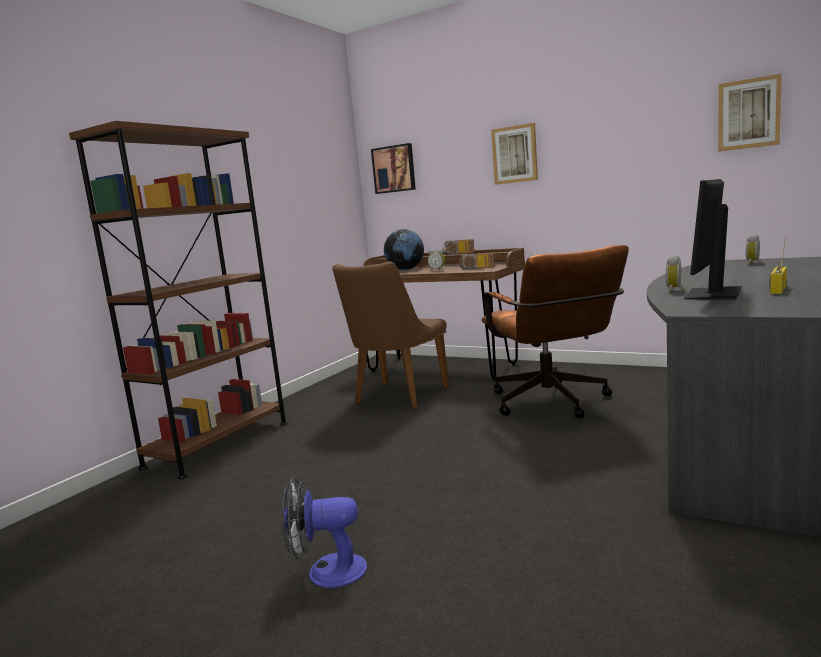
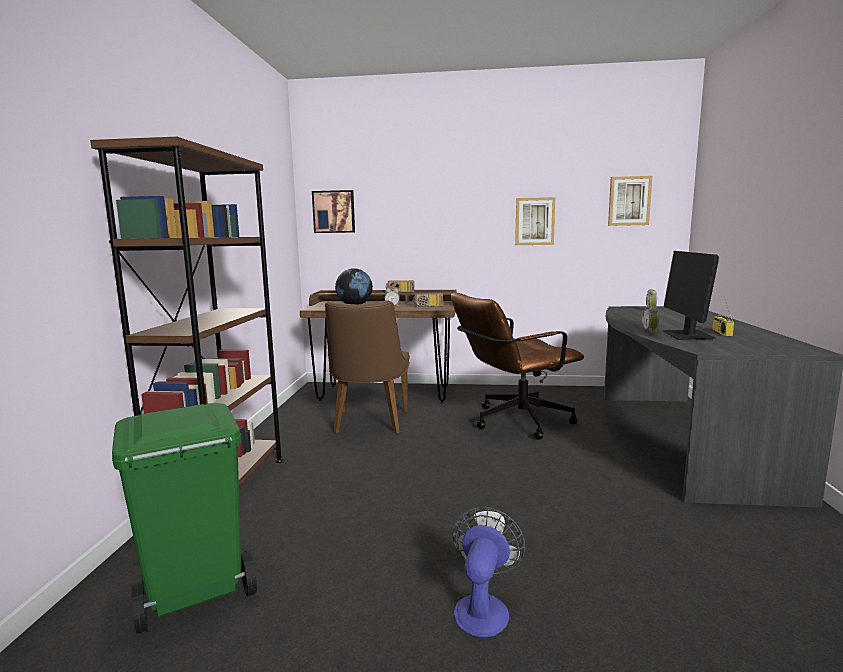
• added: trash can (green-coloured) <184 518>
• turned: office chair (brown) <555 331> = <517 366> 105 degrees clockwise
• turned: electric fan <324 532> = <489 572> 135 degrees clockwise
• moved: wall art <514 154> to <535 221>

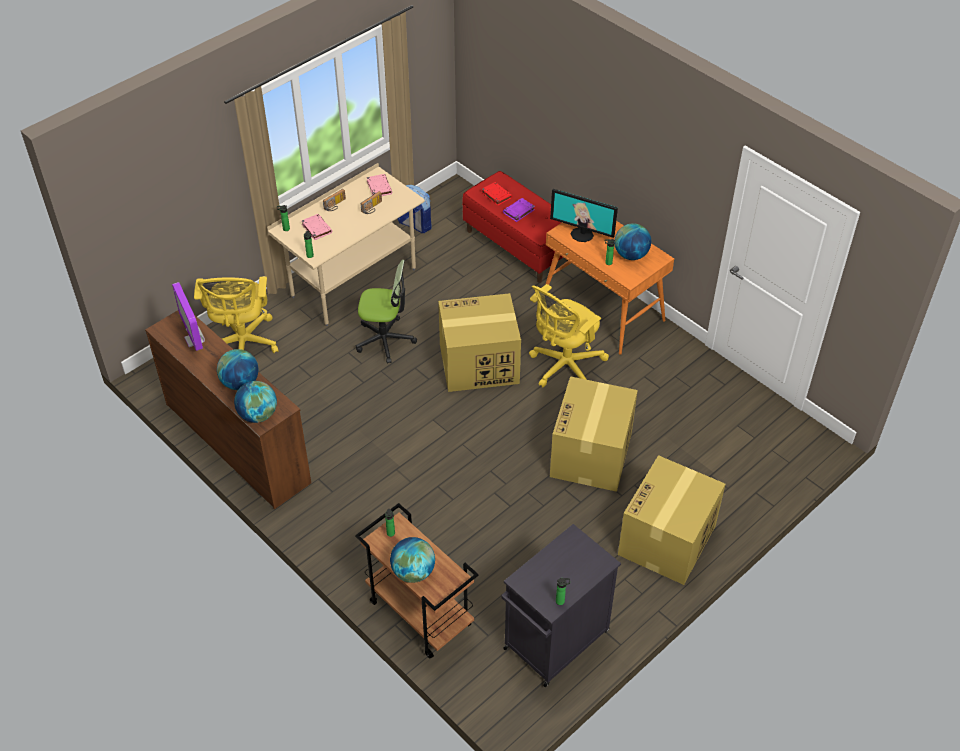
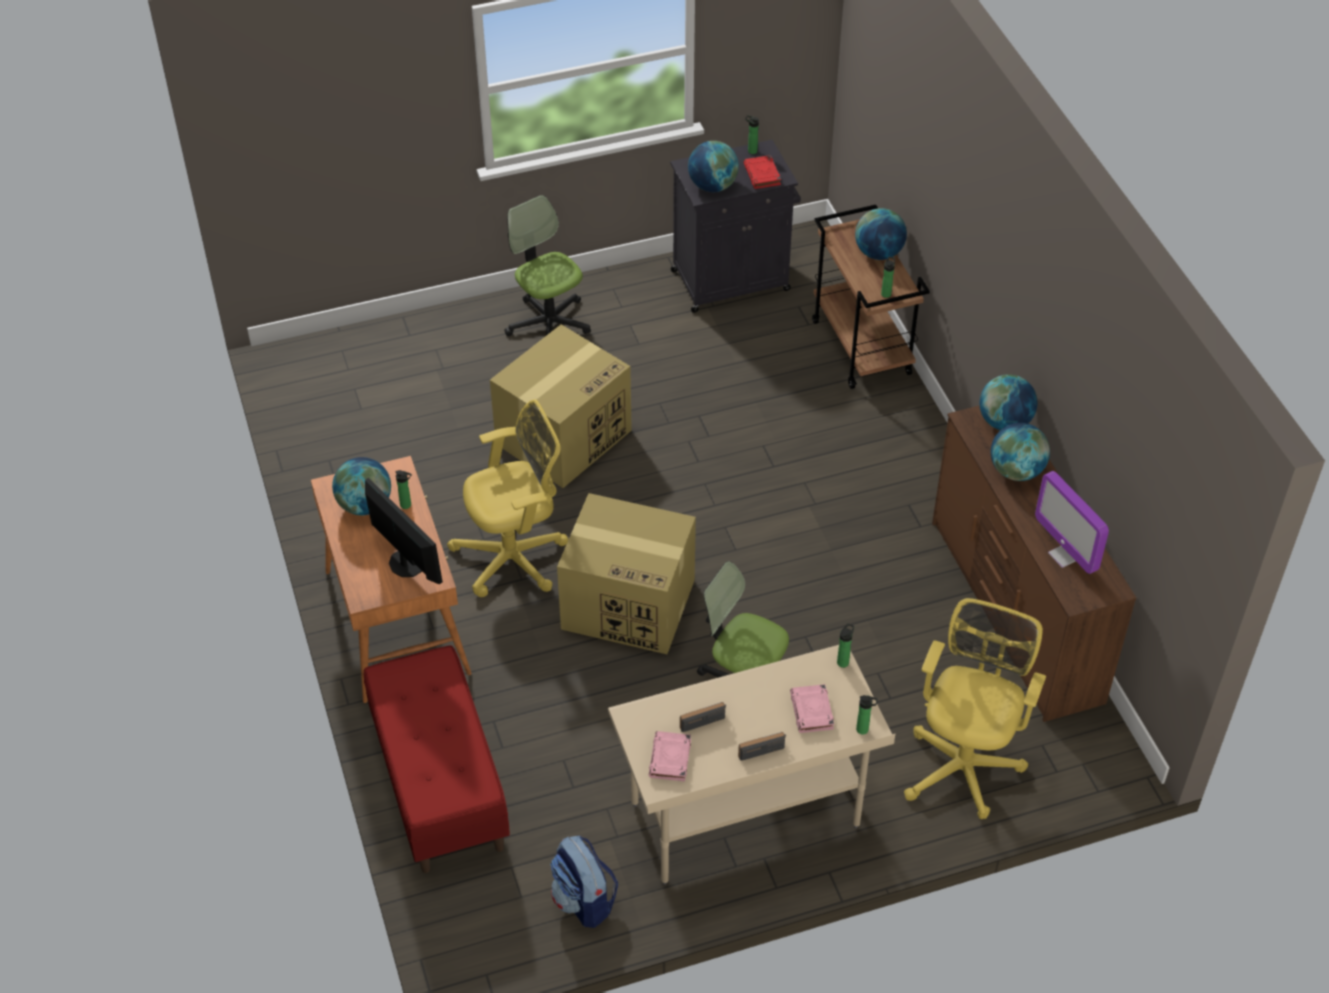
• replaced: carton <671 520> to office chair <547 265>
• added: world globe <713 166>
• moved: book (reddish) <496 194> to <762 172>
• turned: monitor <188 316> = <1072 522> 150 degrees clockwise
• removed: book (purplish) <519 210>

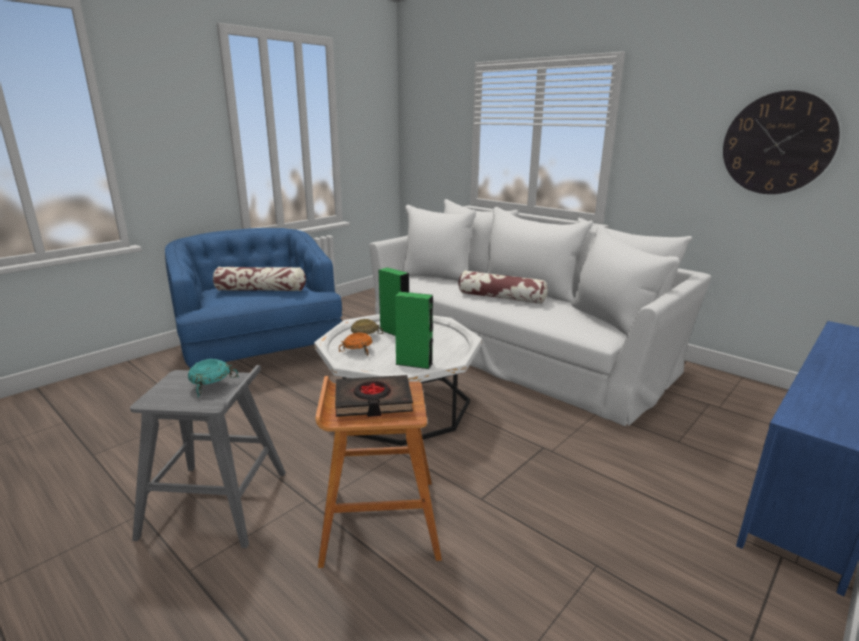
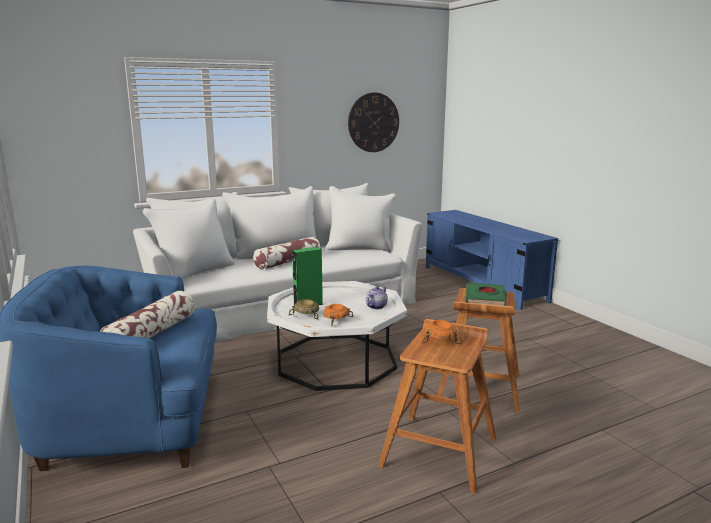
• replaced: loudspeaker (green-coloured) <414 330> to tea pot <377 297>
• recoloured: stool (grey) <208 456> to stool (brown) <437 406>
• recoloured: serving bowl (blue-green) <213 378> to serving bowl (orange-coloured) <442 332>
• recoloured: book (black-coloured) <374 396> to book (green-coloured) <486 294>

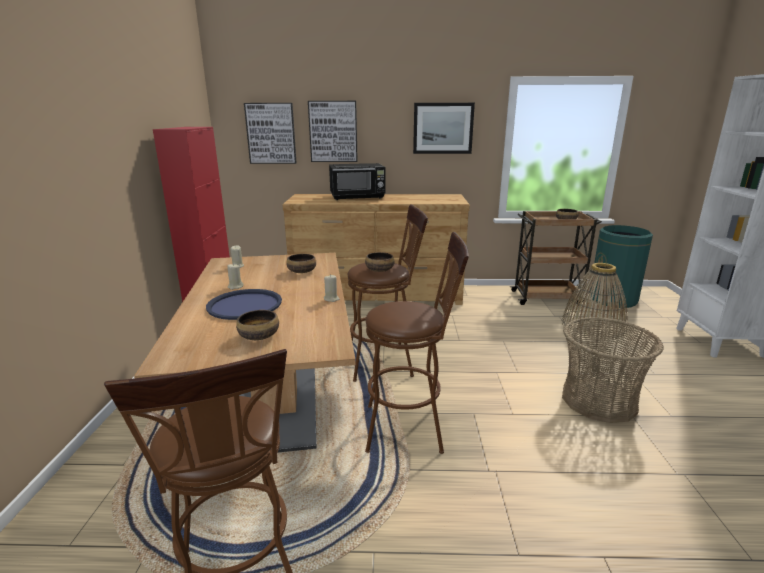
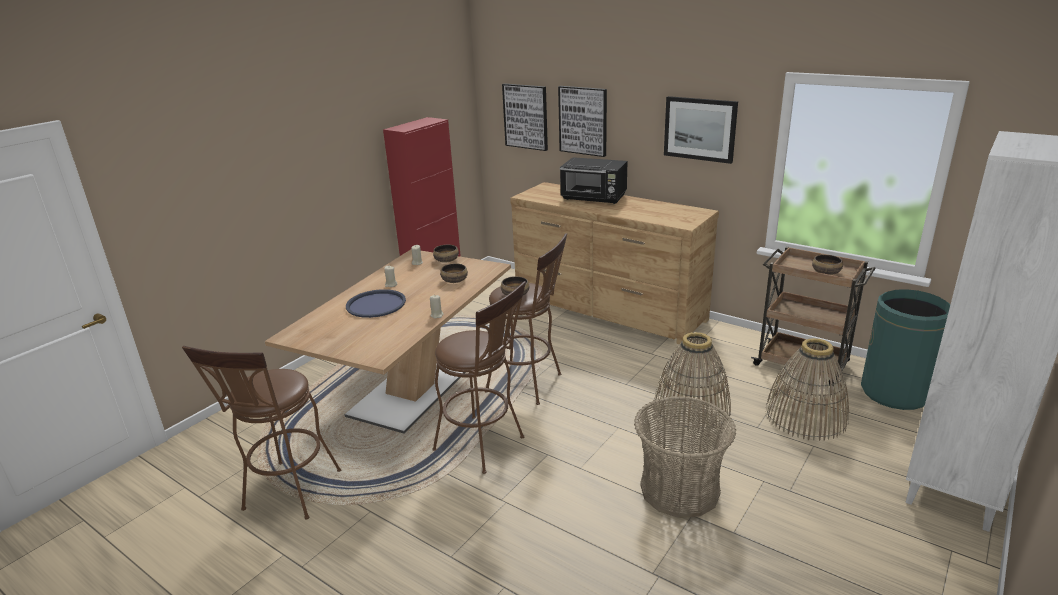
• moved: serving bowl <257 325> to <446 253>
• added: household basket <692 381>

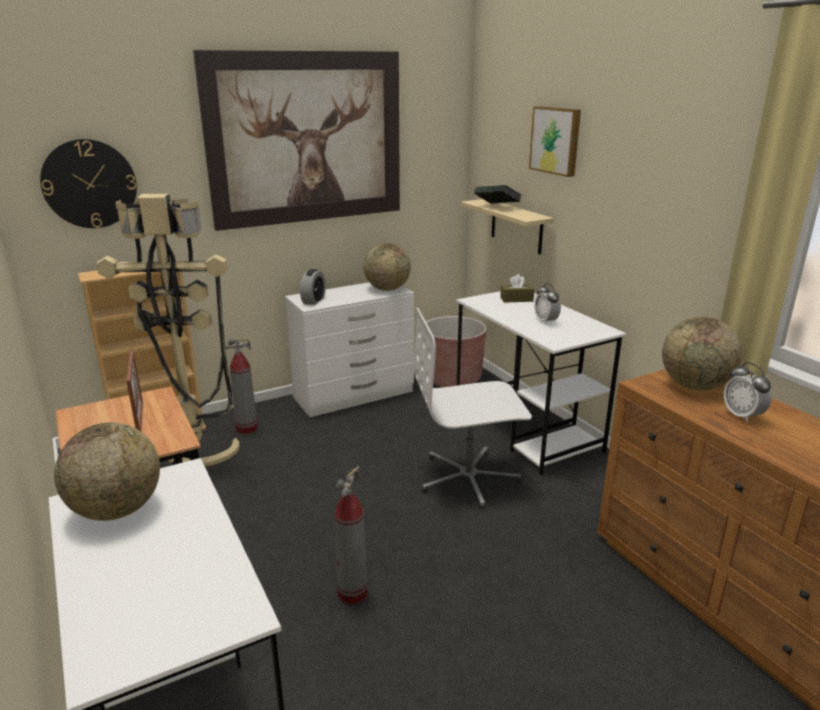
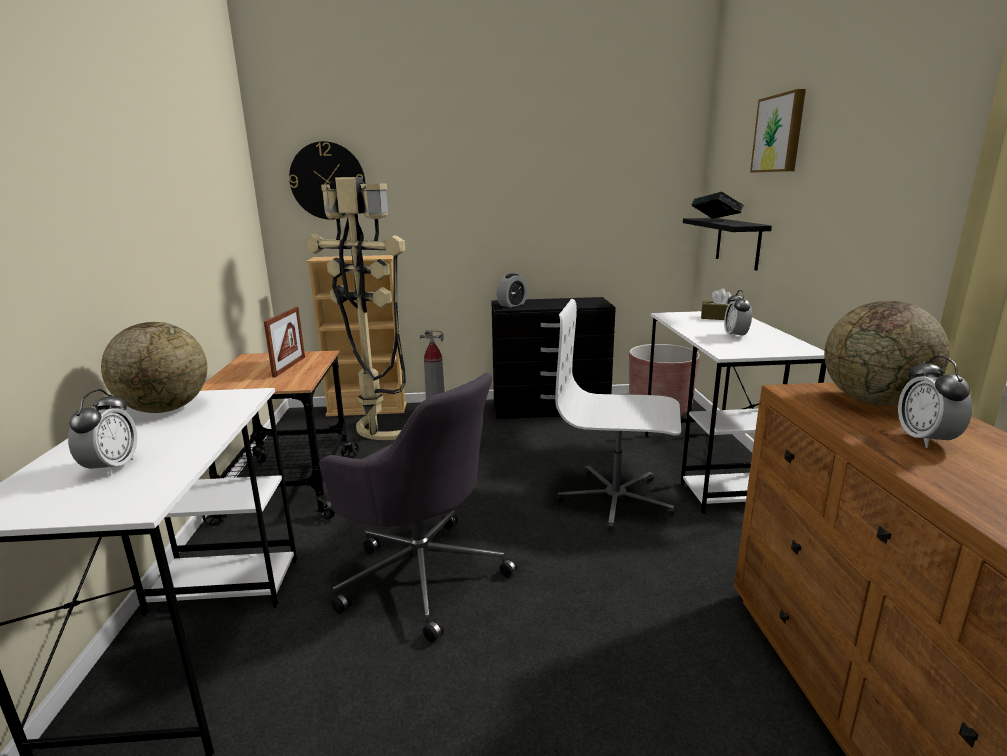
• added: table clock <102 432>
• replaced: fire extinguisher <351 535> to office chair (grey) <419 507>
• recoloured: dresser (whitish) <349 349> to dresser (black-coloured) <554 358>
• recoloured: bracket shelf (beige) <507 226> to bracket shelf (black-coloured) <727 244>
• removed: wall art <296 140>
• removed: world globe <387 267>

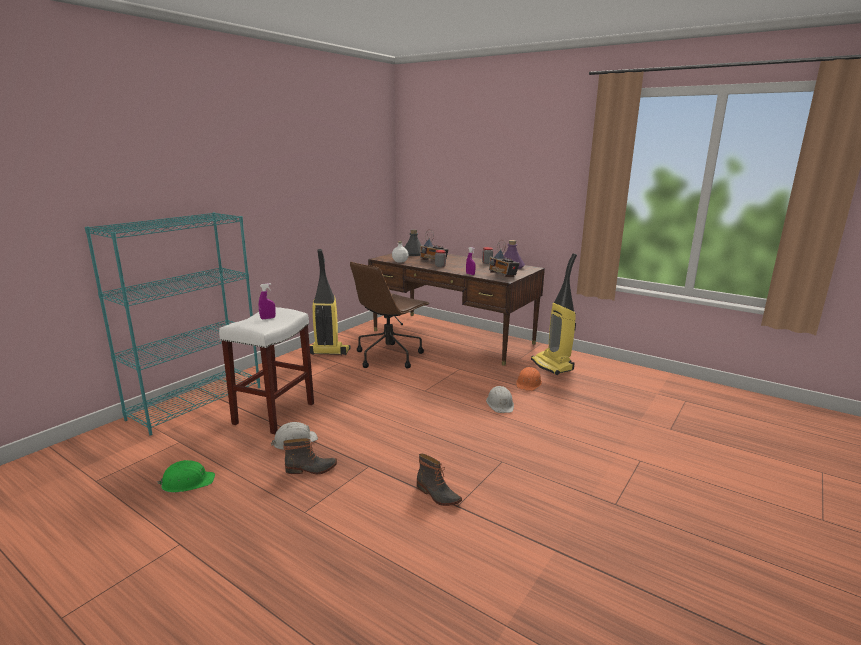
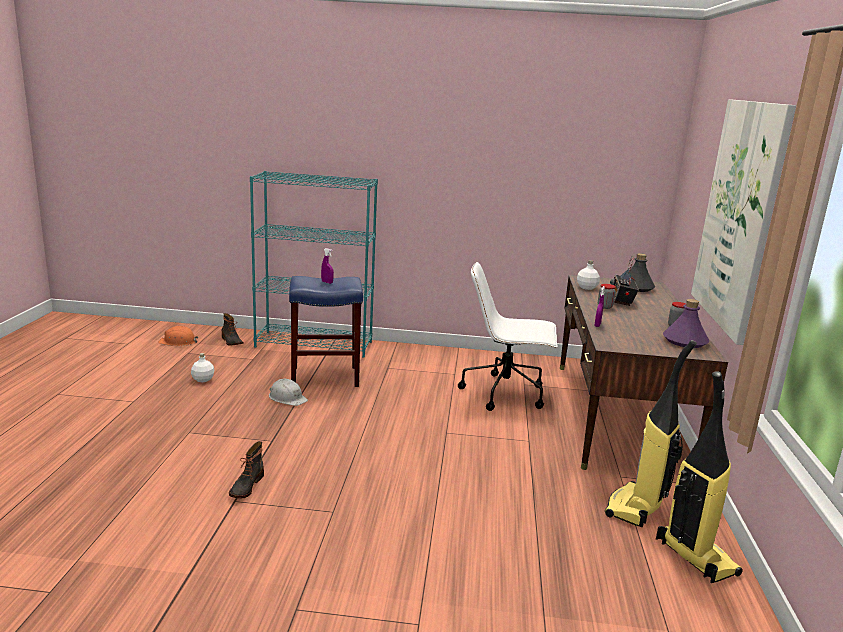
• moved: hard hat (orange-coloured) <529 379> to <178 336>
• replaced: hard hat (green-coloured) <186 476> to beverage bottle (whitish) <202 367>
• moved: high-top boot <310 456> to <233 329>
• recoloured: stool (whitish) <266 370> to stool (blue) <326 331>
• recoloured: office chair (brown) <390 315> to office chair (whitish) <508 336>
• moved: vacuum <330 302> to <699 477>
• added: wall art <743 222>
• removed: hard hat (whitish) <500 399>
• removed: radio <504 258>

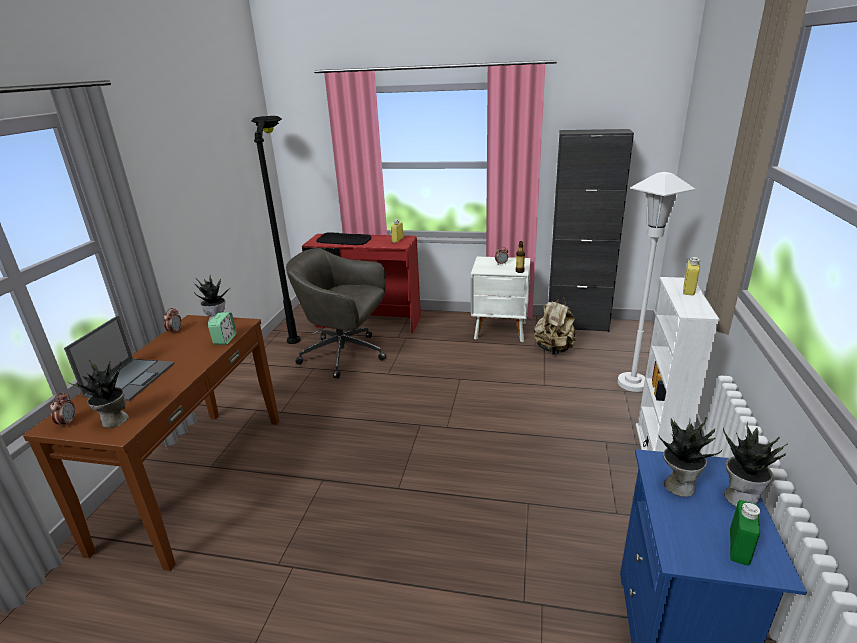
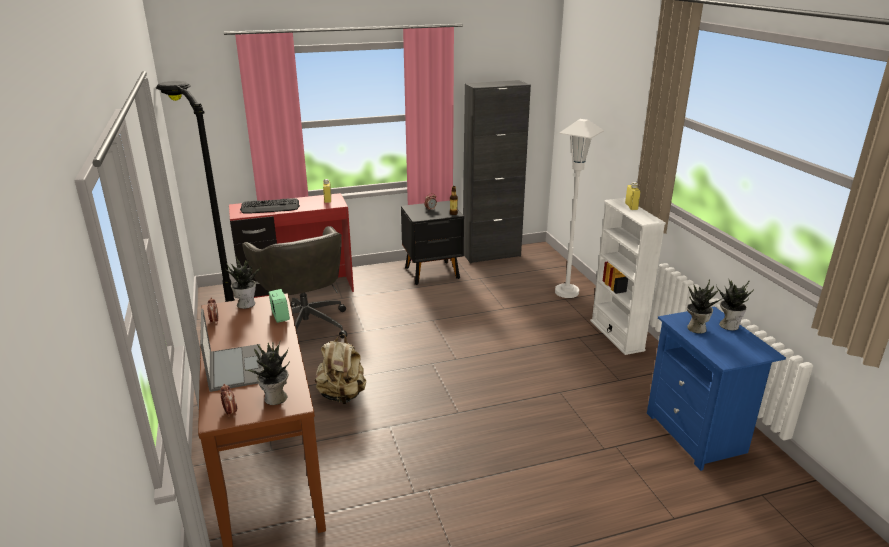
• turned: office chair (grey) <336 313> = <294 282> 105 degrees counterclockwise
• moved: backpack (beige) <555 326> to <340 369>
• recoloured: bedside table (whitish) <500 299> to bedside table (black-coloured) <432 243>
• removed: beverage bottle (green-coloured) <745 533>

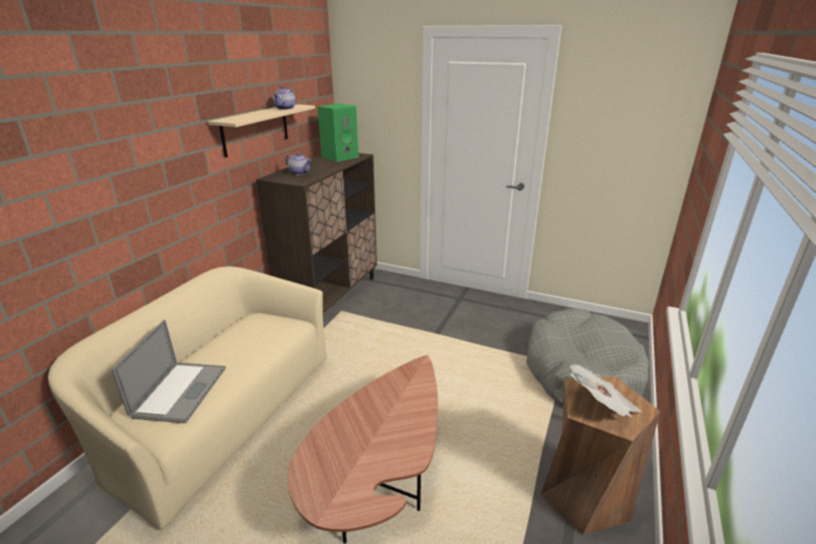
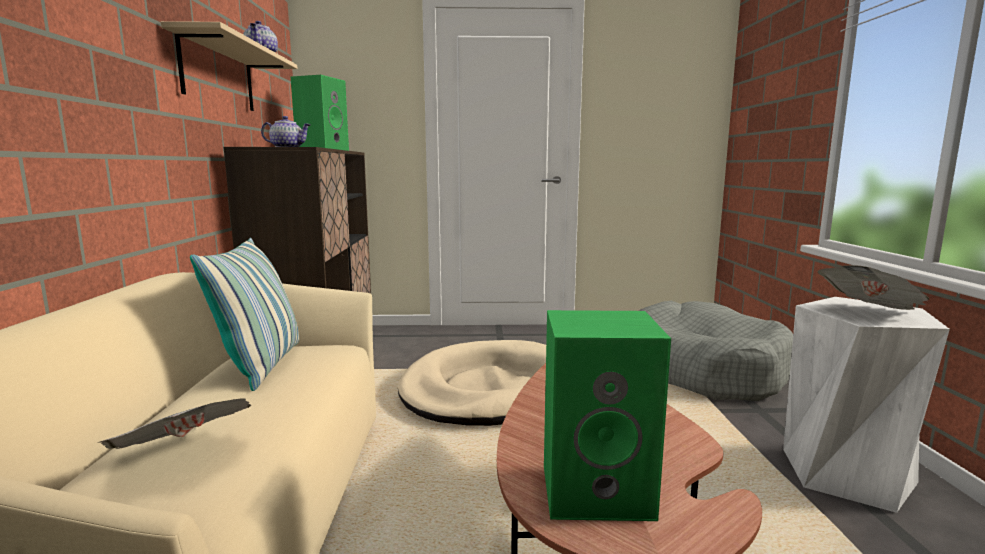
• replaced: laptop <169 371> to newspaper <174 423>
• added: cushion <244 314>
• added: dog cushion (beige) <472 383>
• added: loudspeaker (green-coloured) <607 415>
• recoloured: stool (brown) <600 455> to stool (whitish) <866 405>

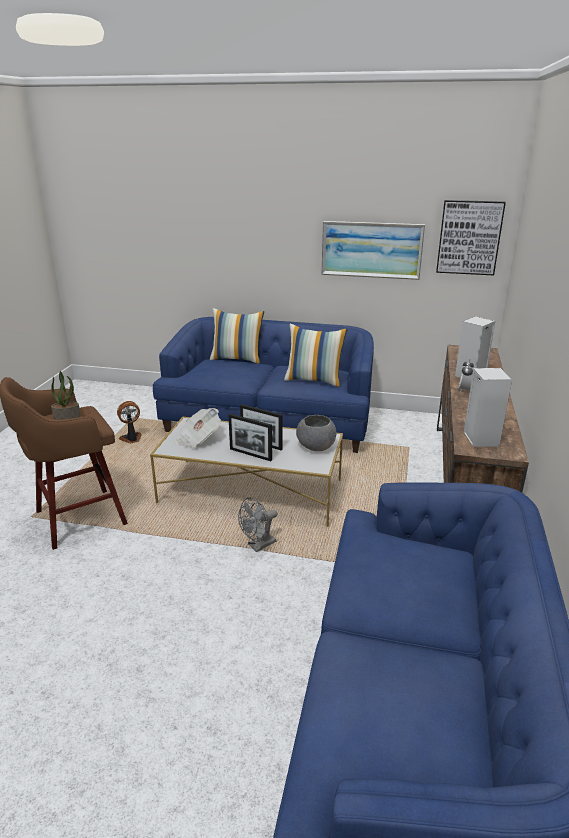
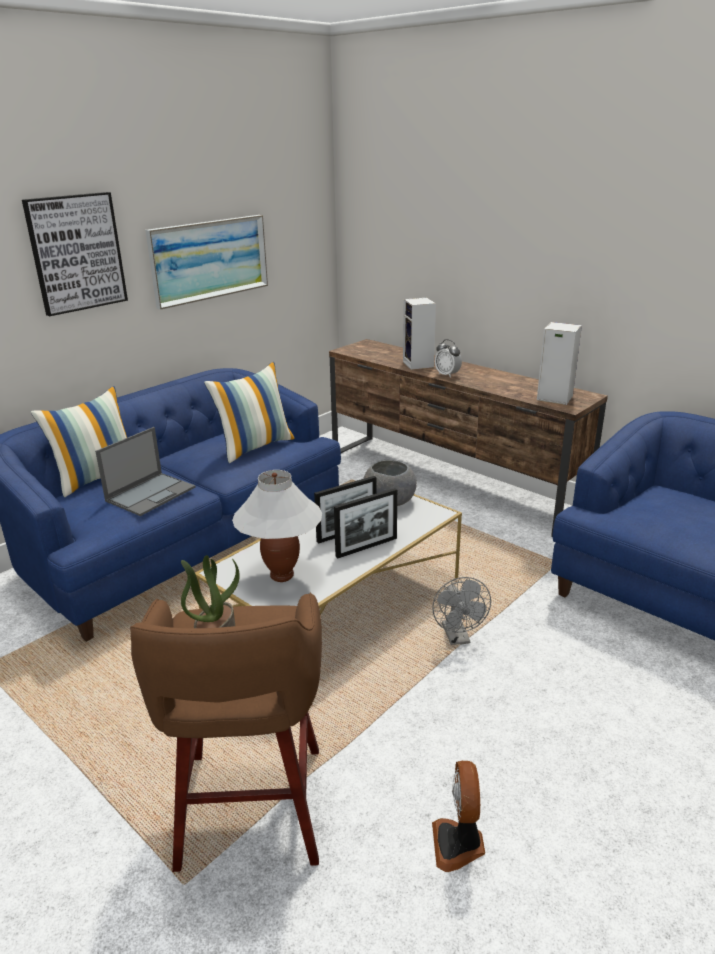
• moved: wall art <471 237> to <75 254>
• added: laptop <145 471>
• replaced: newspaper <198 428> to tabletop lamp (whitish) <277 526>
• moved: electric fan <129 422> to <458 816>

